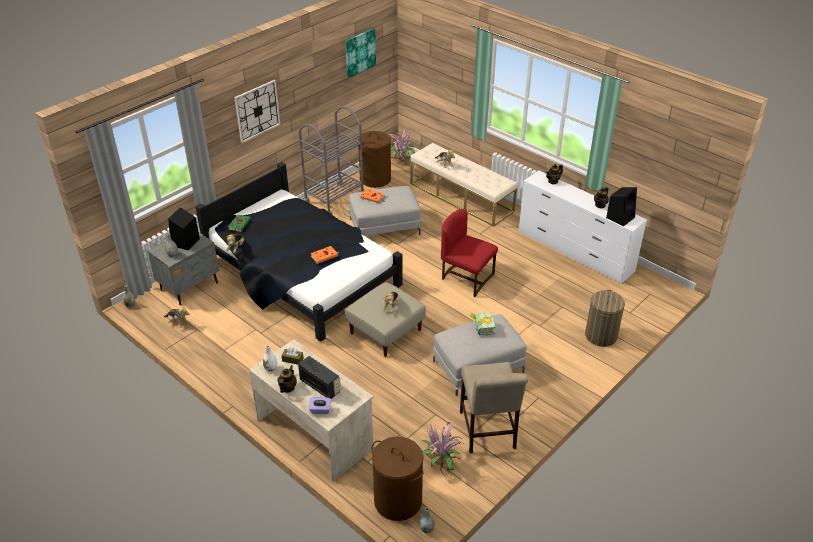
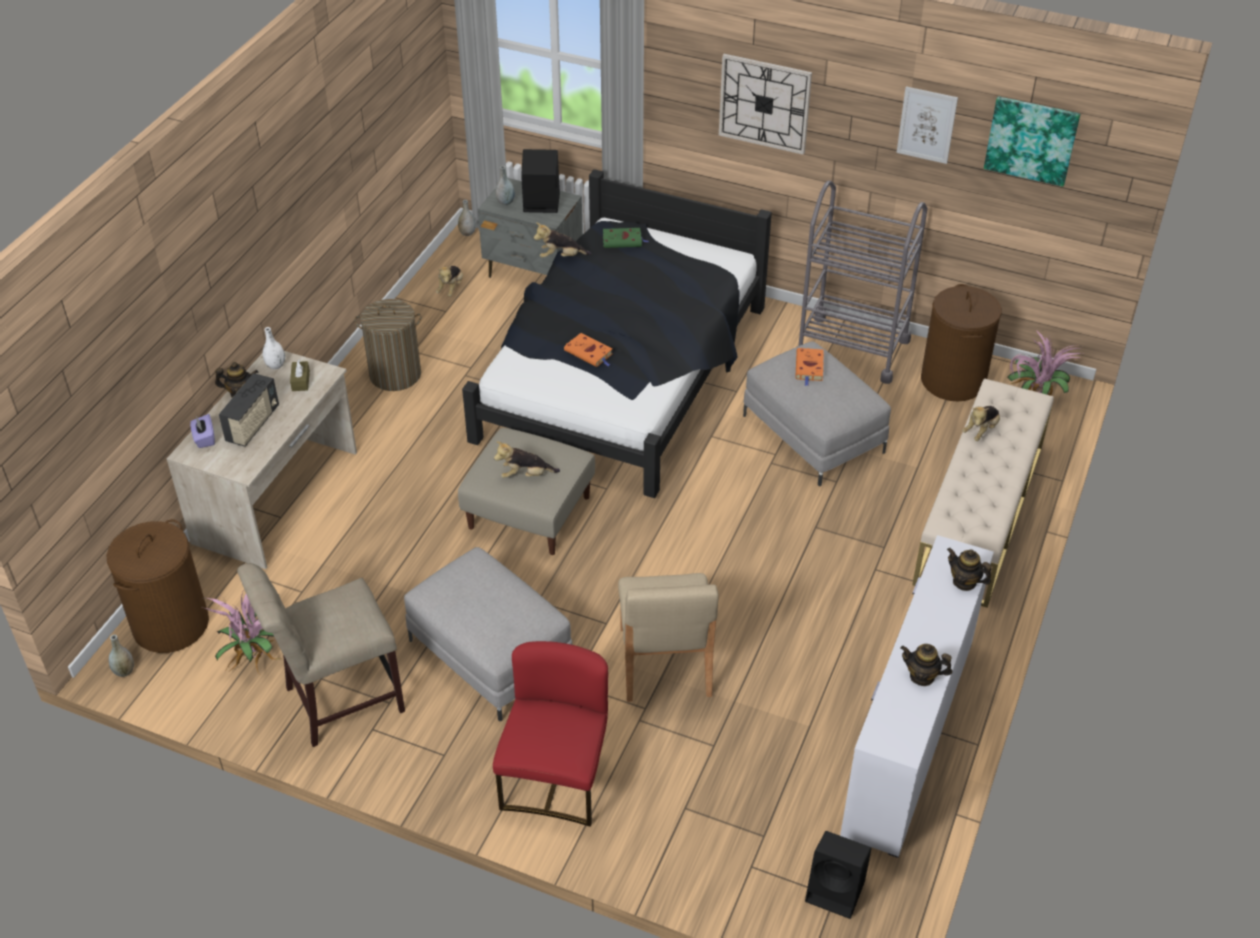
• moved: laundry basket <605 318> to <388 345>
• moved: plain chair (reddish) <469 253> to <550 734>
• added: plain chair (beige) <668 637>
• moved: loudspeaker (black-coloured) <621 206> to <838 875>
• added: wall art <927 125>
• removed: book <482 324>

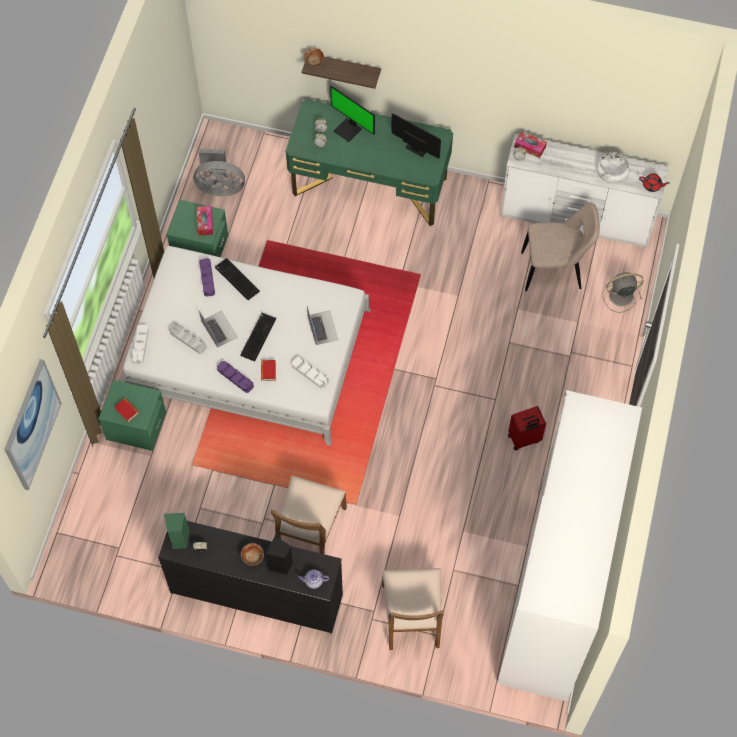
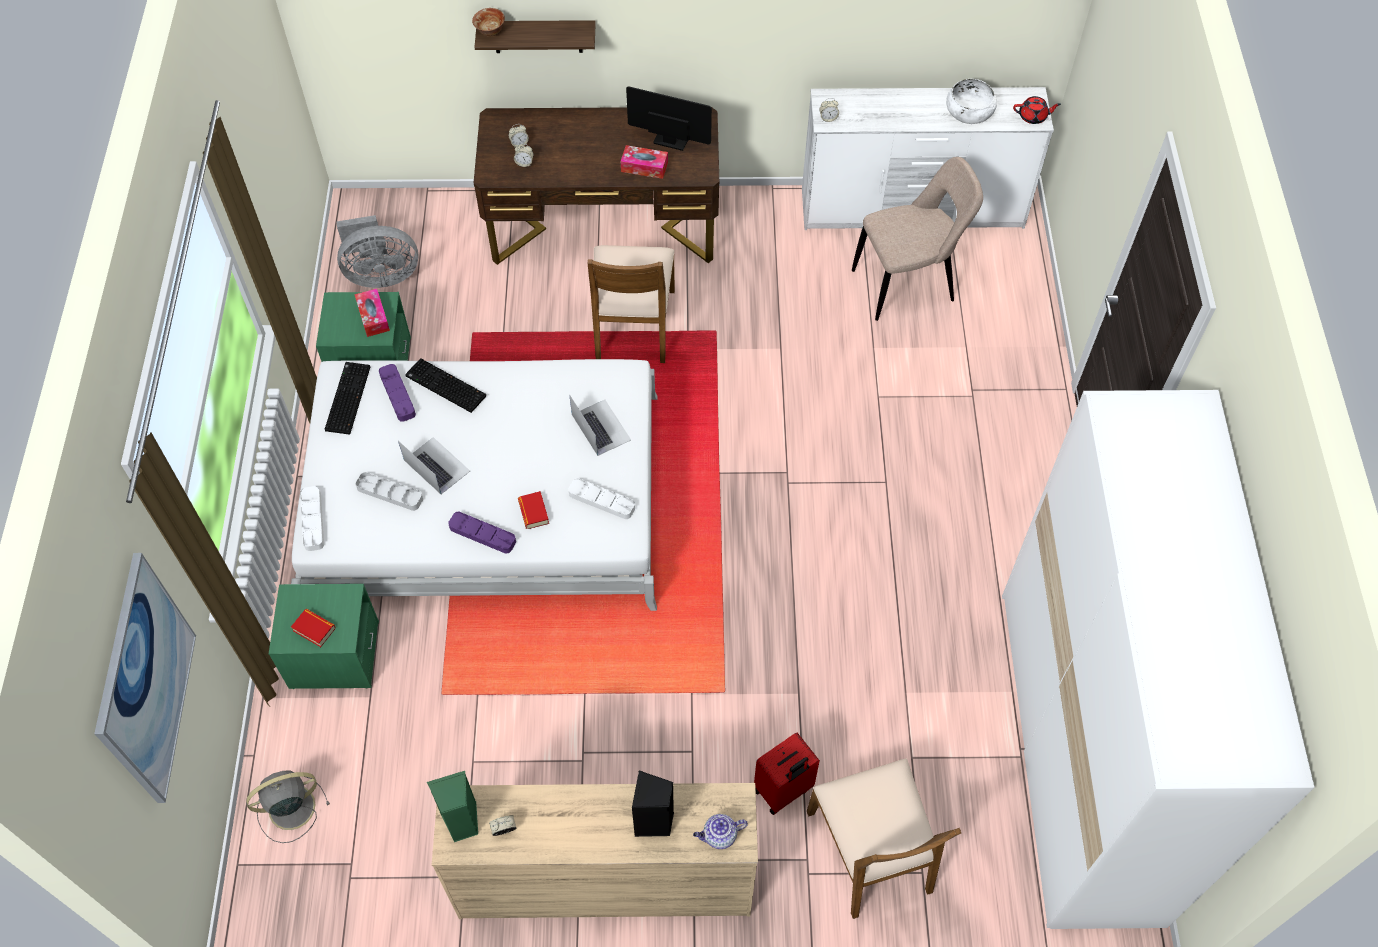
• moved: electric fan (grey) <623 292> to <288 806>
• moved: PC keyboard <258 337> to <347 398>
• recoloured: dresser (black-coloured) <250 577> to dresser (beige) <595 851>
• recoloured: desk (green-coloured) <369 162> to desk (brown) <596 186>
• moved: plain chair (brown) <309 515> to <631 304>
• moved: box of tissues <530 144> to <644 162>
• moved: suitcase (reddish) <527 428> to <787 773>
• removed: serving bowl <252 554>
• removed: monitor <352 114>

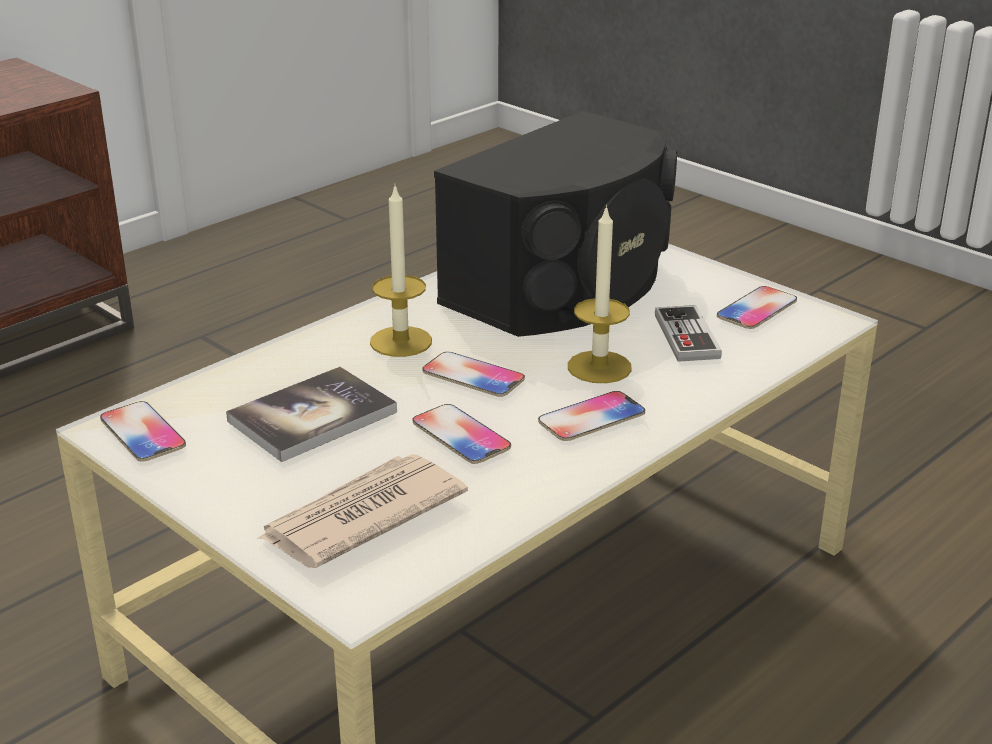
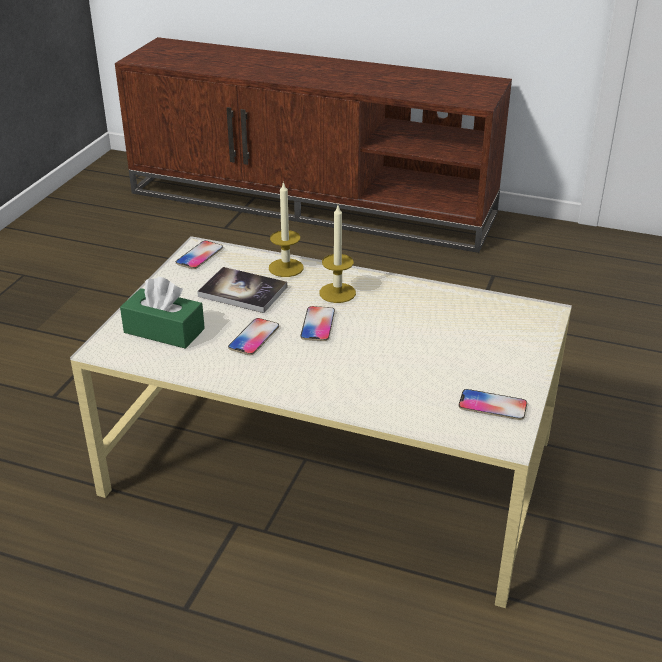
• replaced: newspaper <363 511> to box of tissues (green-coloured) <162 313>
• moved: candle <600 294> to <286 229>
• removed: loudspeaker (black-coloured) <555 224>
• removed: phone <591 416>
• removed: game controller <688 333>

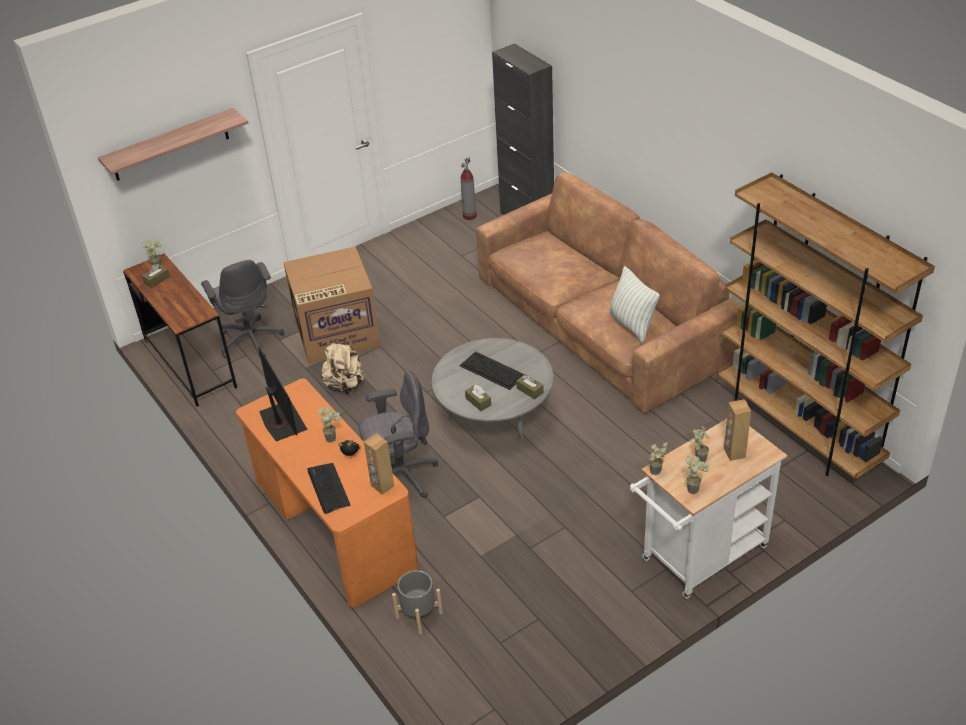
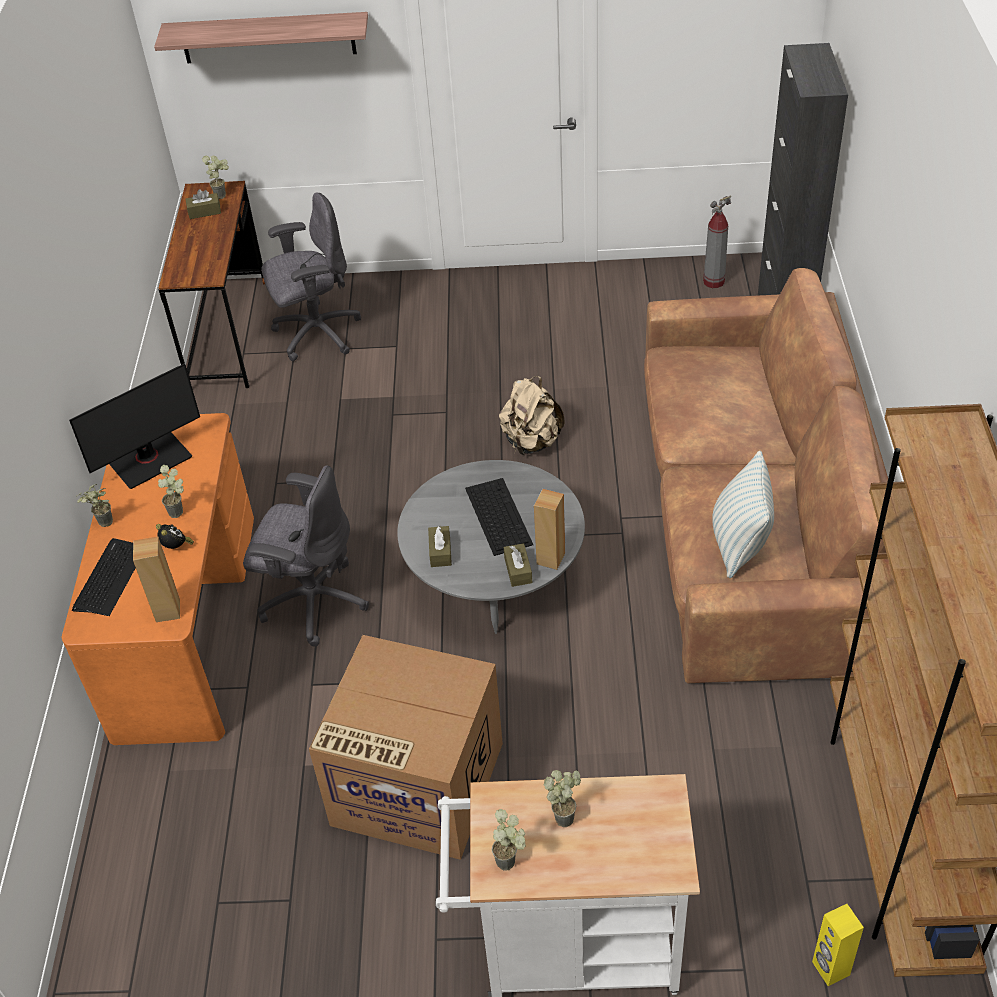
• turned: monitor <282 394> = <134 426> 45 degrees clockwise
• moved: potted plant <658 458> to <94 505>
• turned: office chair (grey) <242 309> = <311 276> 120 degrees counterclockwise
• moved: carton <331 304> to <406 747>
• moved: backpack (beige) <342 366> to <532 416>
• moved: loudspeaker (brown) <737 430> to <549 529>
• added: loudspeaker (yellowish) <838 945>
• removed: plant pot (grey) <417 602>

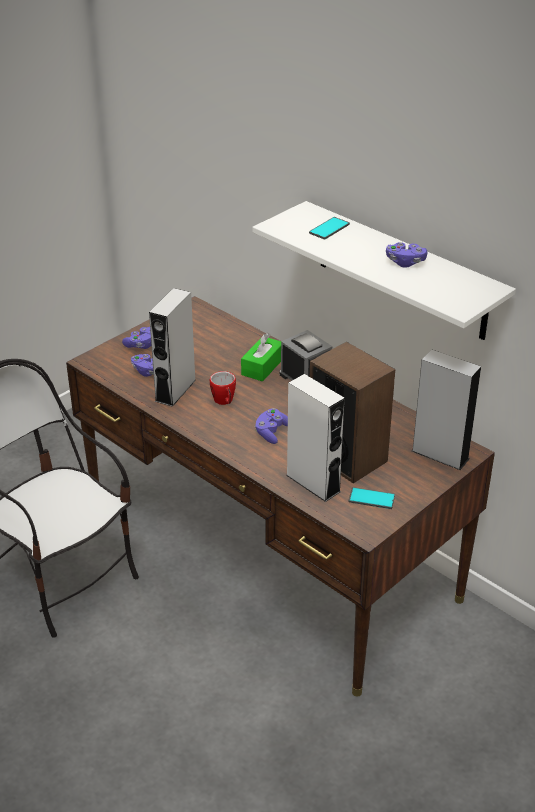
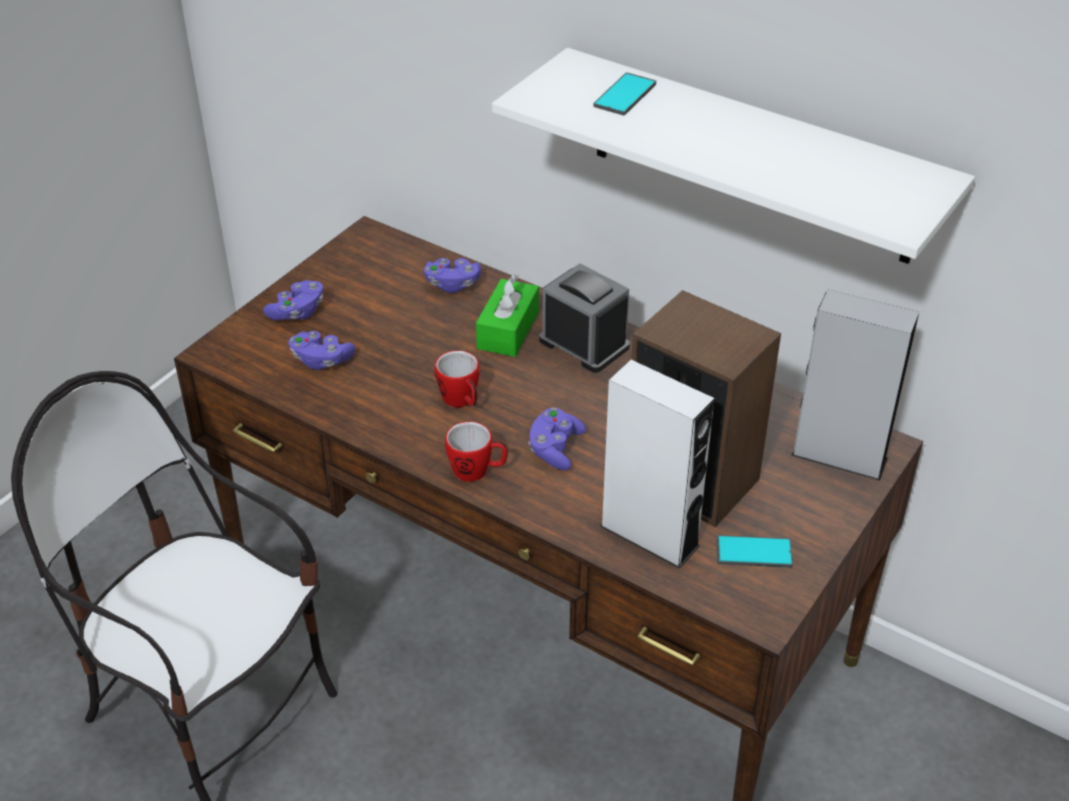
• moved: game controller (purplish) <407 255> to <452 275>
• added: mug <476 451>
• removed: loudspeaker (grey) <172 347>

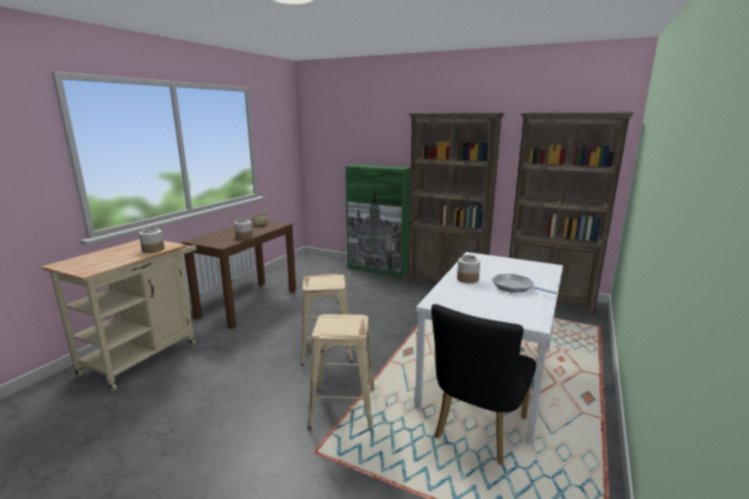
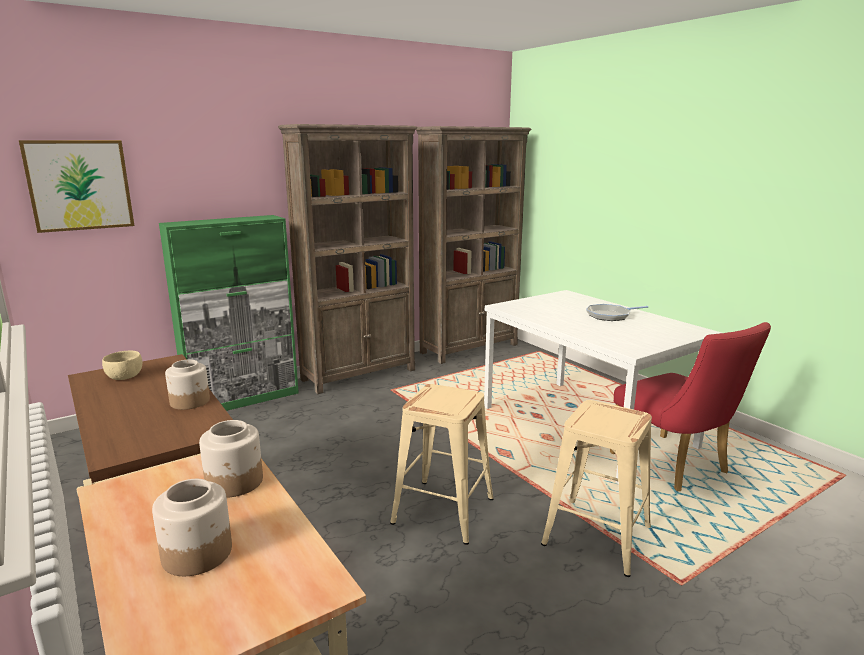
• added: wall art <77 186>
• moved: jar <468 269> to <192 527>
• recoloured: plain chair (black-coloured) <483 384> to plain chair (reddish) <690 406>

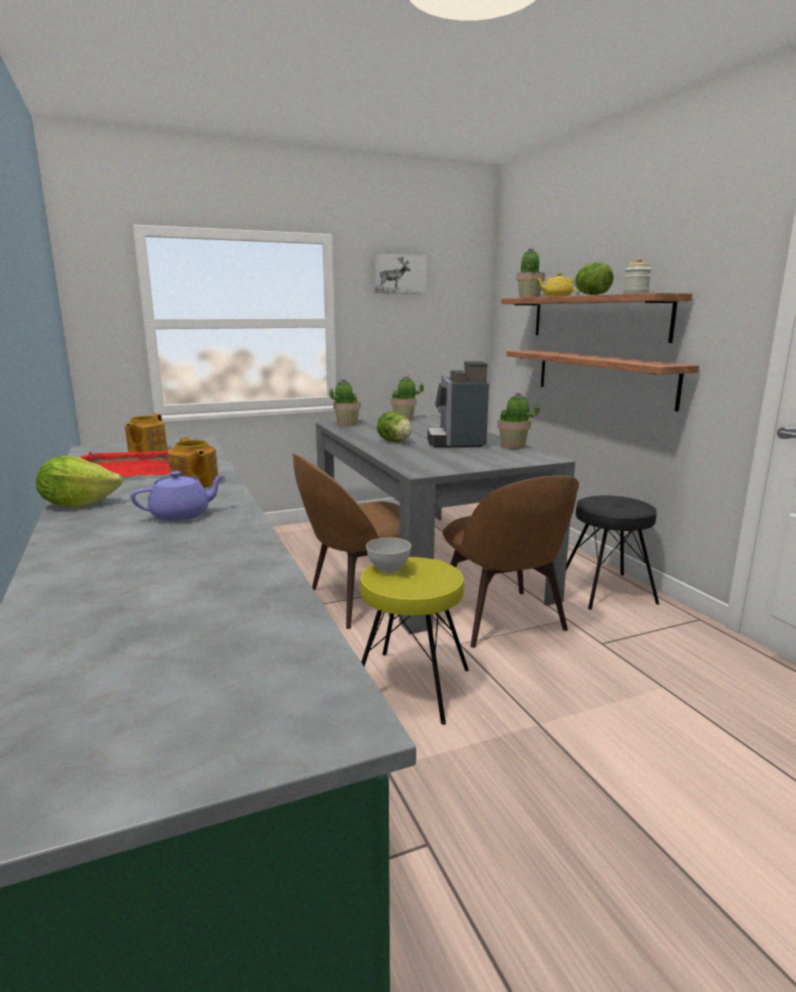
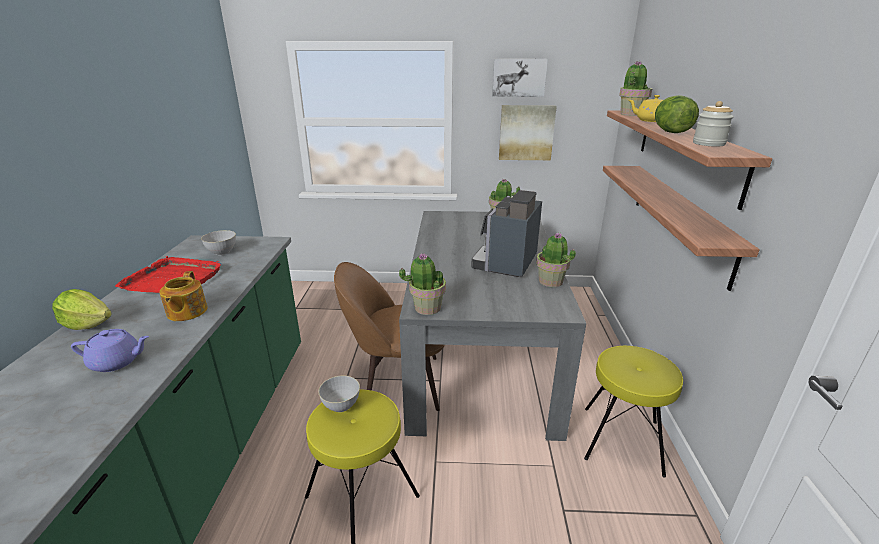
• replaced: tea pot <146 433> to serving bowl (grey) <218 242>
• moved: potted plant <345 402> to <422 284>
• added: wall art <528 132>
• recoloured: stool (black-coloured) <612 552> to stool (yellowish) <633 412>
• removed: head of lettuce <394 427>
• removed: plain chair (brown) <510 562>

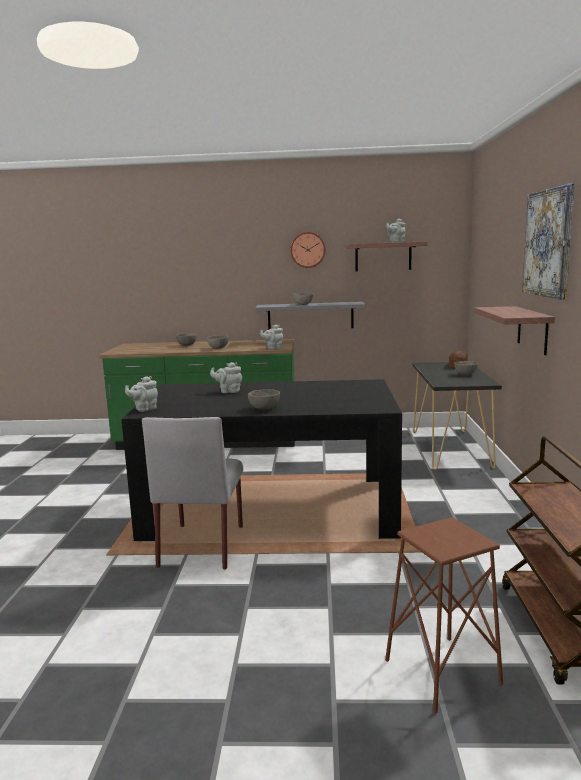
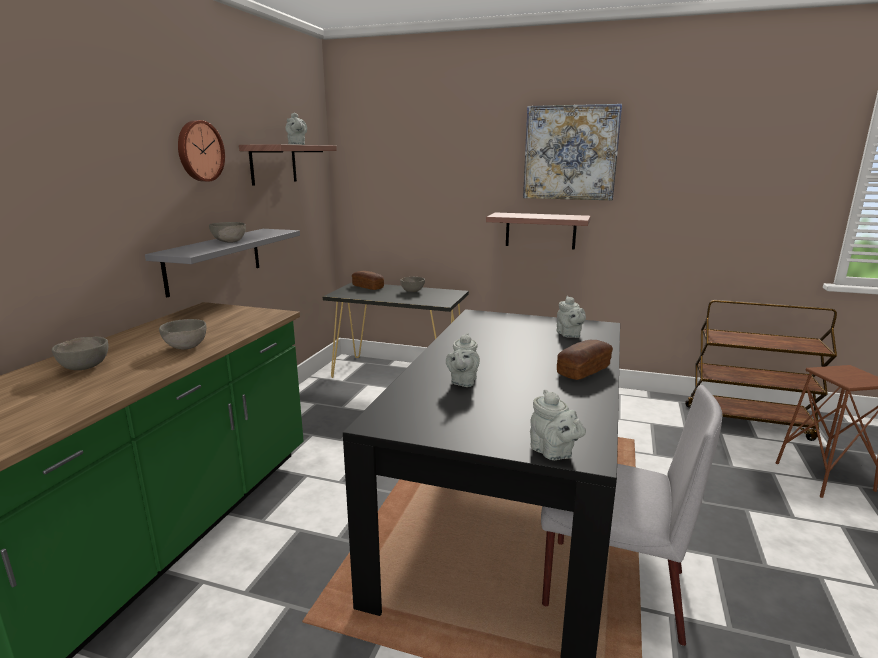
• moved: tea pot (grey) <271 337> to <571 317>
• replaced: serving bowl (grey) <264 399> to bread <585 360>

